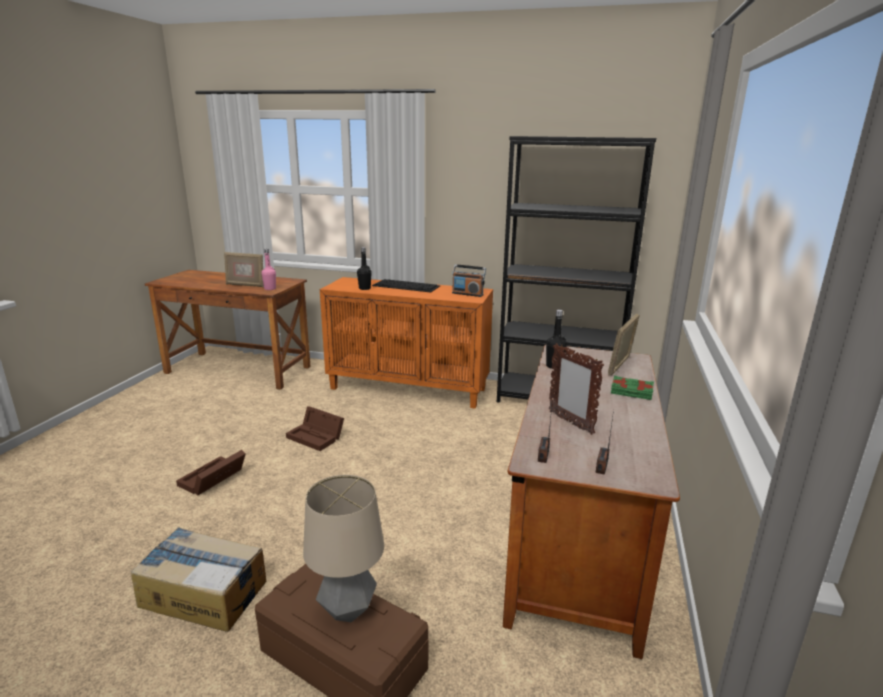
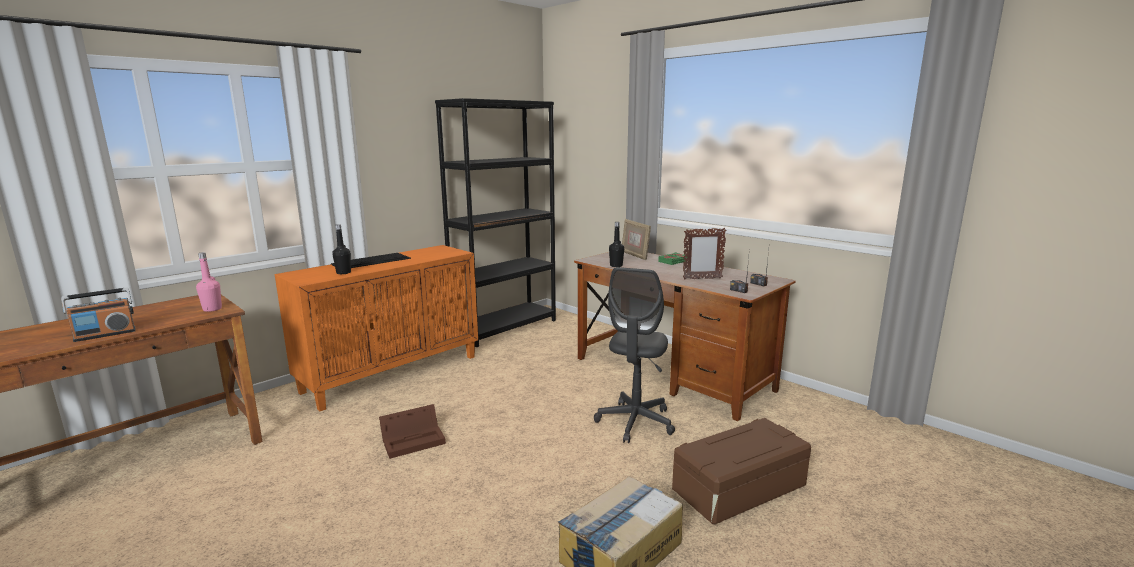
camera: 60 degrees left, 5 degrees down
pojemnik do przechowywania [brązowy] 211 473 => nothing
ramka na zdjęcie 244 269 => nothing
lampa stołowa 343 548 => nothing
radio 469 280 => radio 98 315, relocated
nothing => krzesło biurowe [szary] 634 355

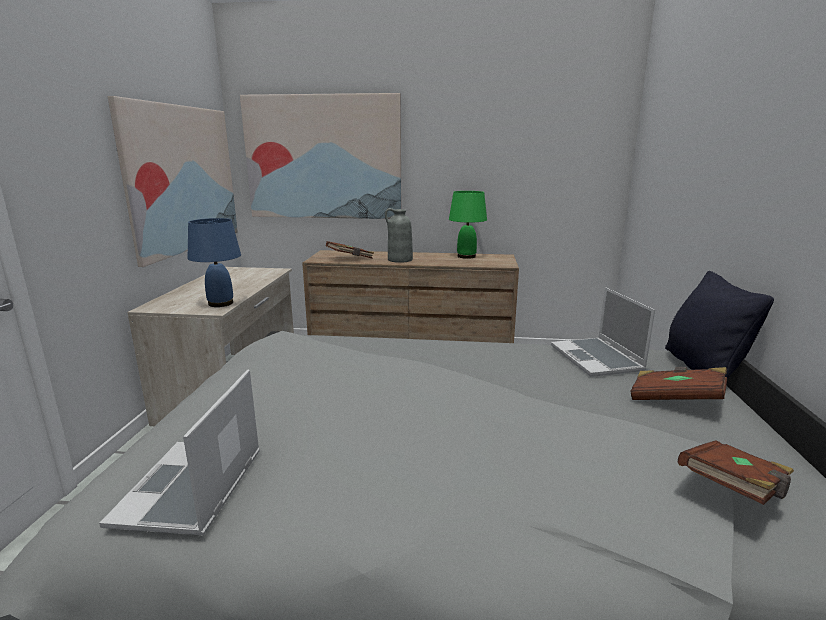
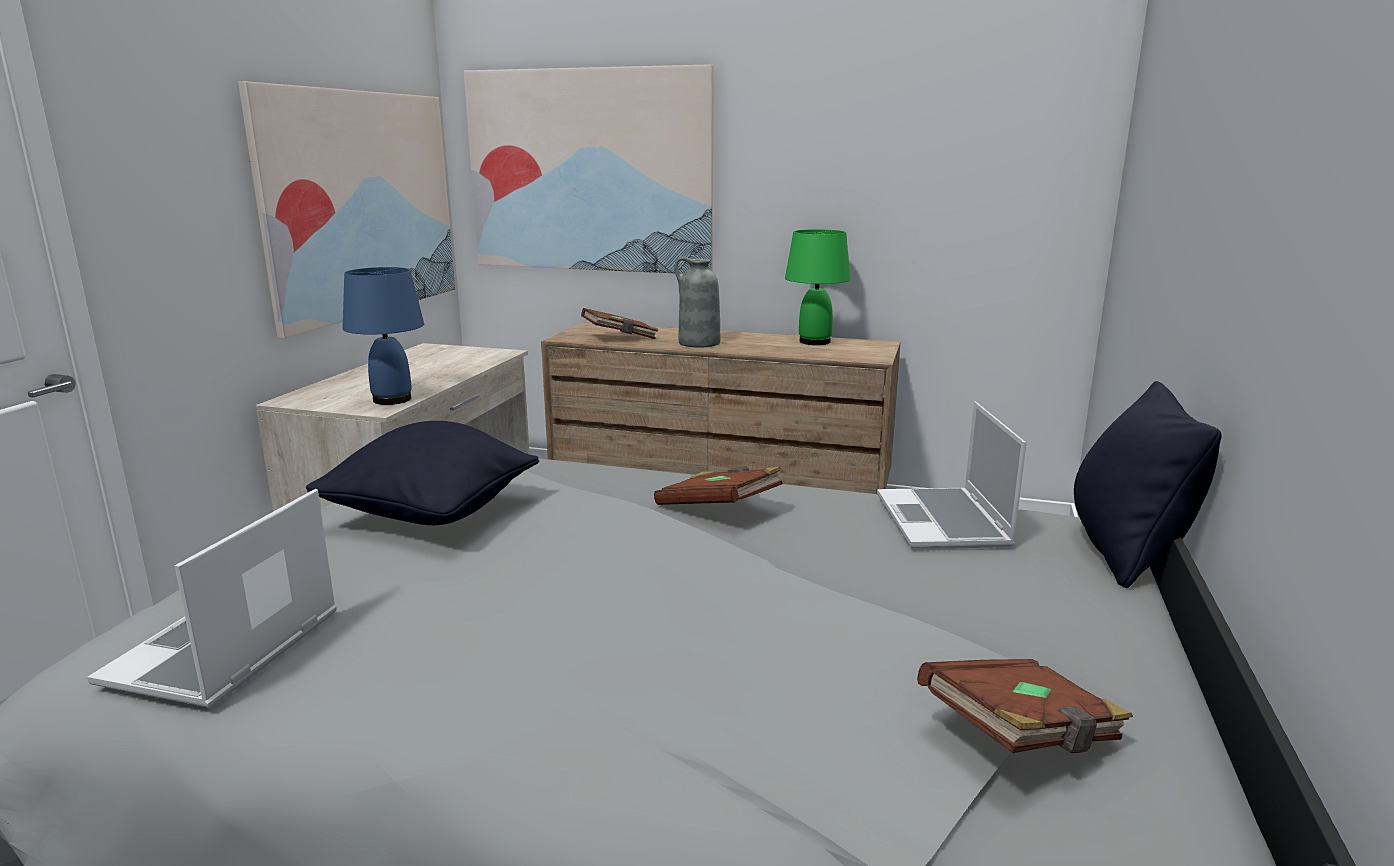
camera: 10 degrees right, 0 degrees up
książka [brązowy] 679 383 => książka [brązowy] 718 485, relocated
nothing => poduszka [czarny] 422 473

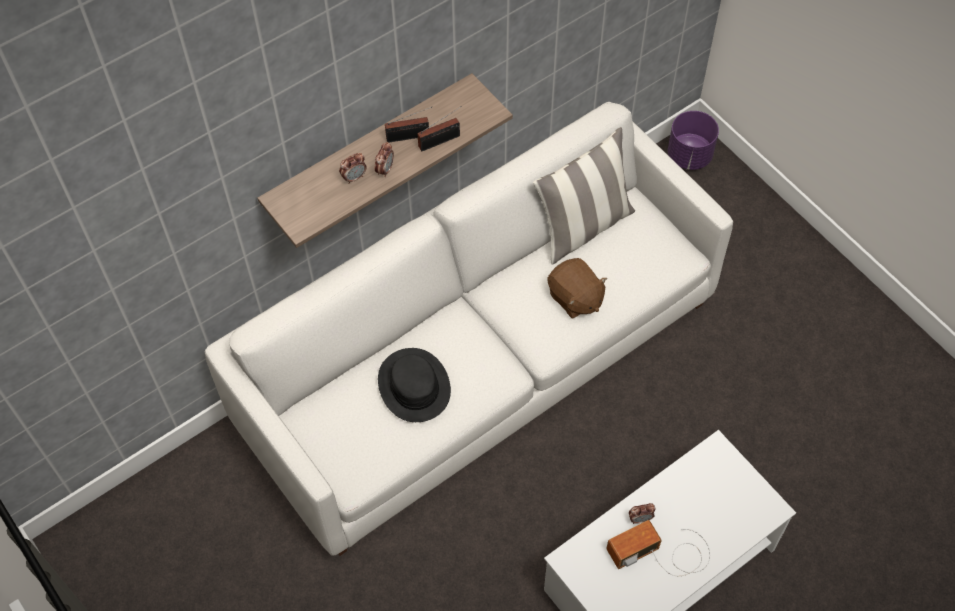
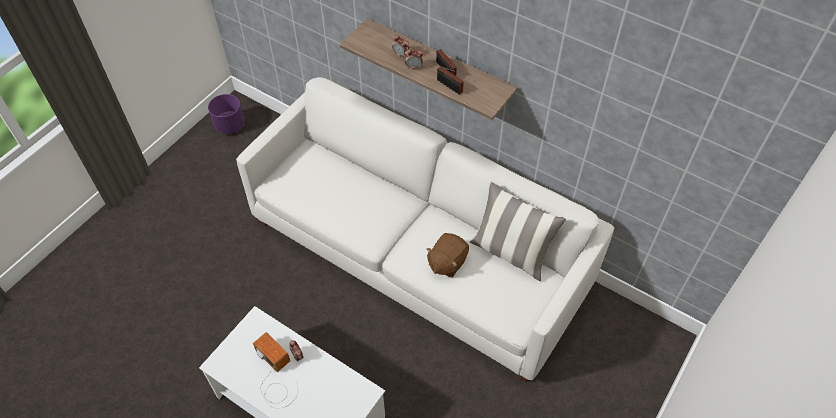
camera: 70 degrees right, 5 degrees down
kapelusz [czarny] 414 385 => nothing
donica [fioletowy] 693 140 => donica [fioletowy] 226 114, relocated

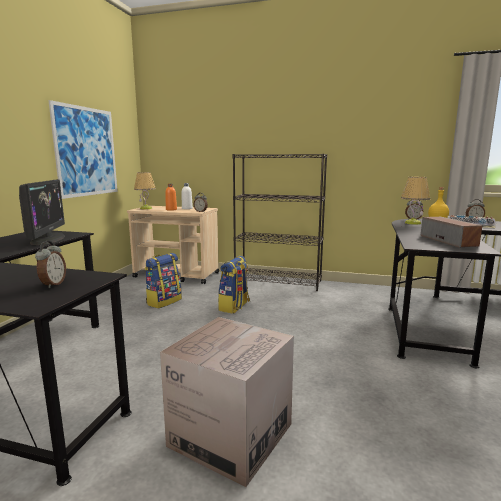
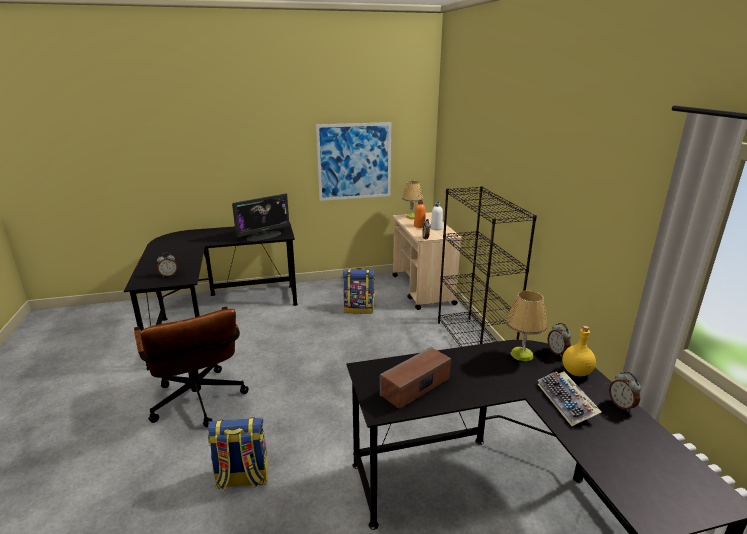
camera: 60 degrees right, 10 degrees up
karton 227 402 => krzesło biurowe [brązowy] 191 366
plecak 234 285 => plecak 238 453, relocated

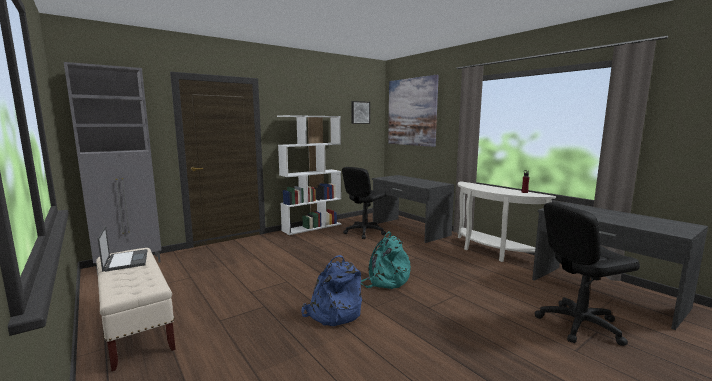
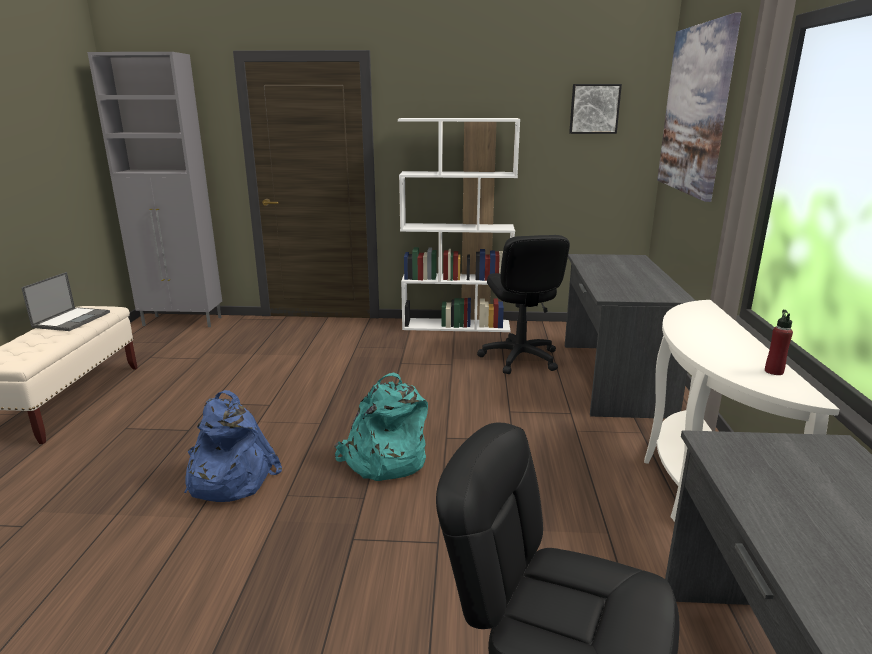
camera: 40 degrees right, 10 degrees up
krzesło biurowe [czarny] 364 203 => krzesło biurowe [czarny] 523 304, 90 degrees counterclockwise

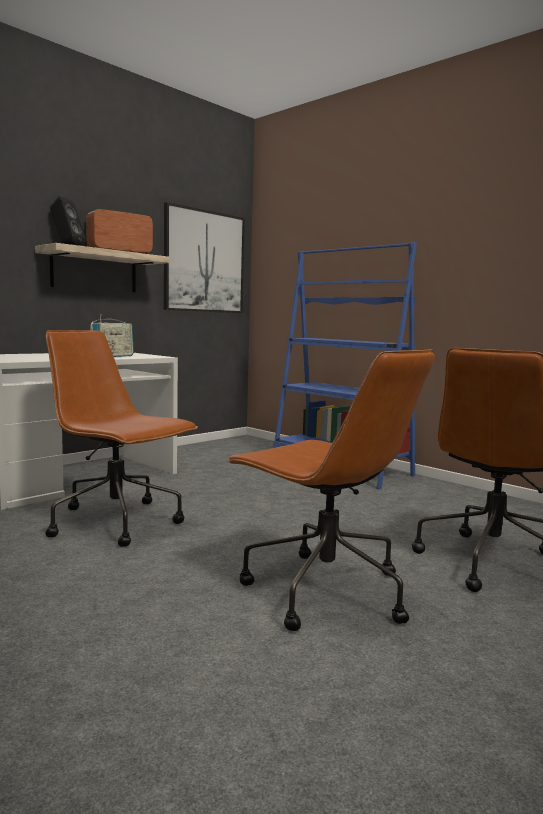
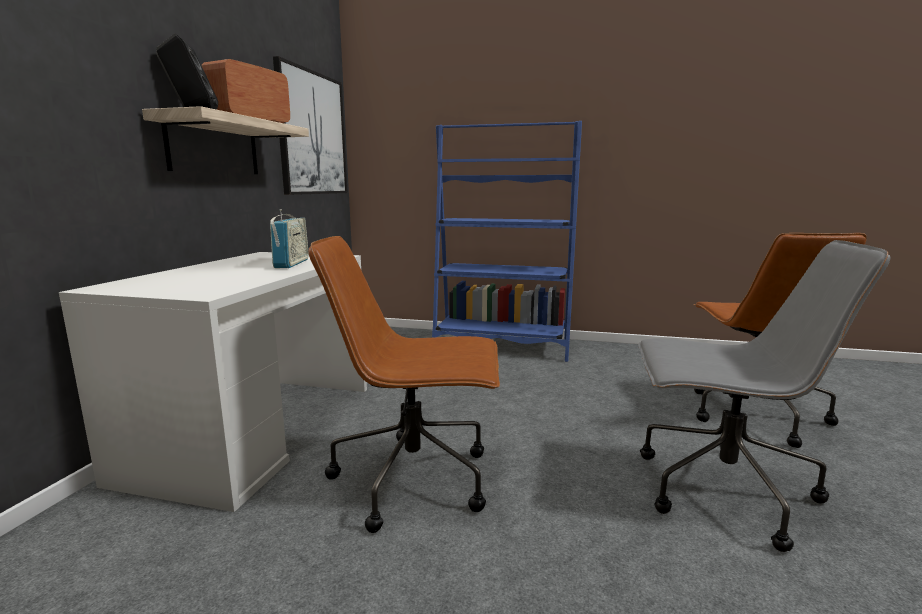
camera: 30 degrees left, 5 degrees up
krzesło biurowe [brązowy] 330 490 => krzesło biurowe [szary] 764 396

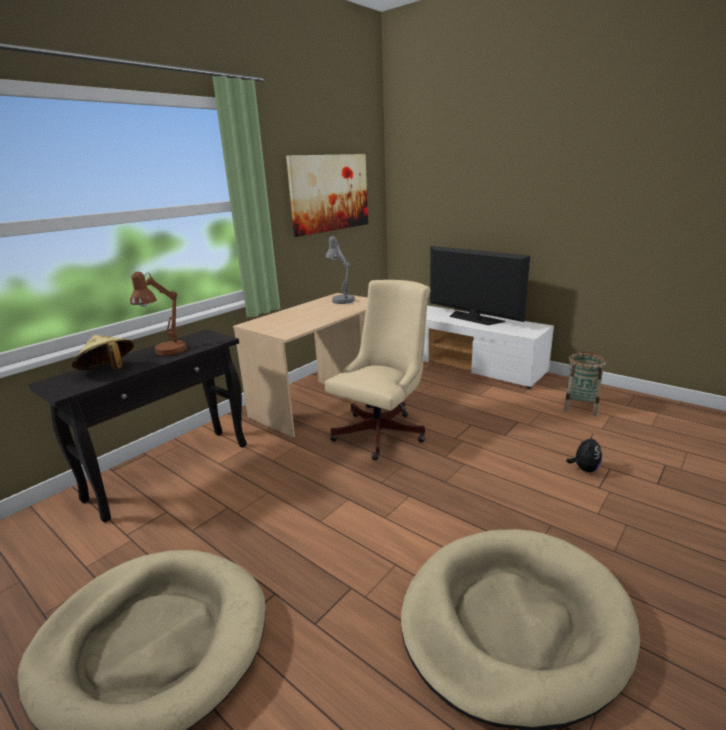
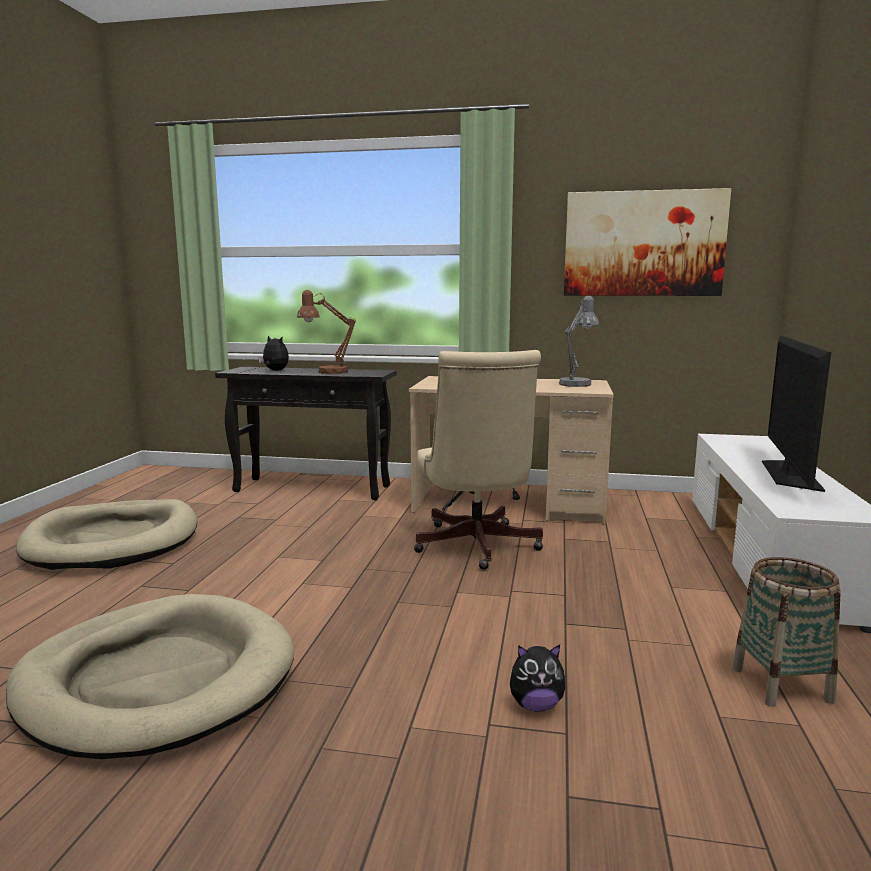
camera: 60 degrees right, 10 degrees down
kapelusz [beżowy] 103 352 => pluszak 274 353
krzesło biurowe [beżowy] 377 370 => krzesło biurowe [beżowy] 478 460, 75 degrees clockwise

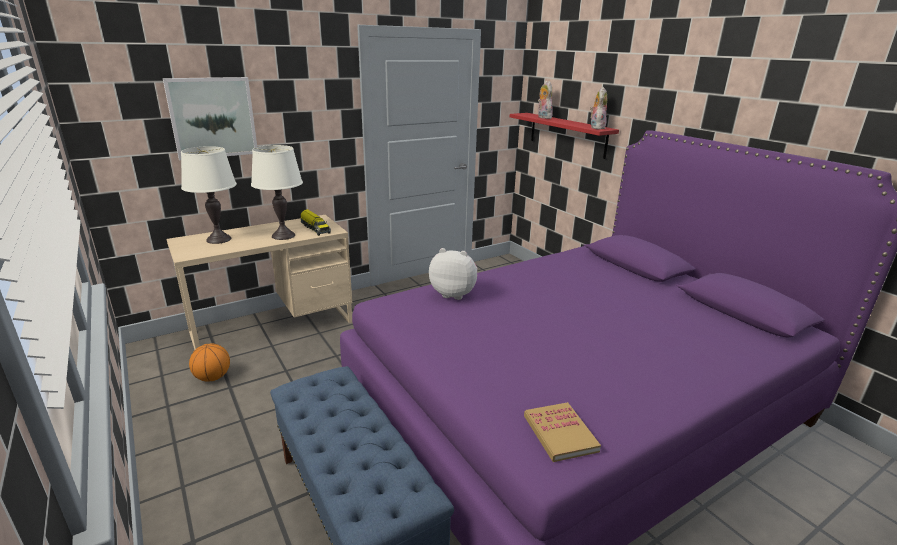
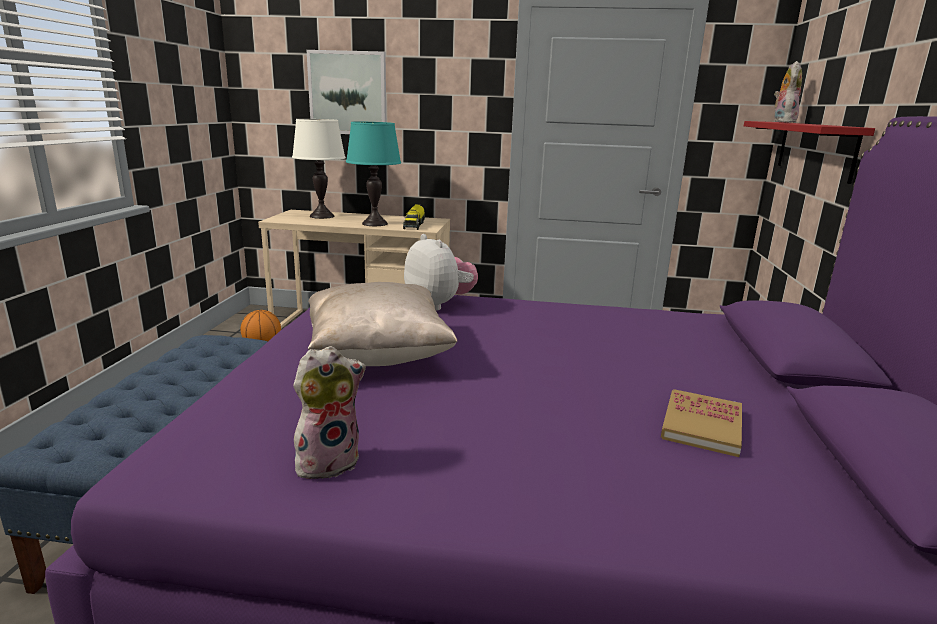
camera: 40 degrees right, 5 degrees down
lampa stołowa [biały] 277 192 => lampa stołowa [turkusowy] 373 174
książka 562 432 => książka 701 423, relocated
pluszak 598 108 => pluszak 329 412, relocated
nothing => poduszka [beżowy] 382 324

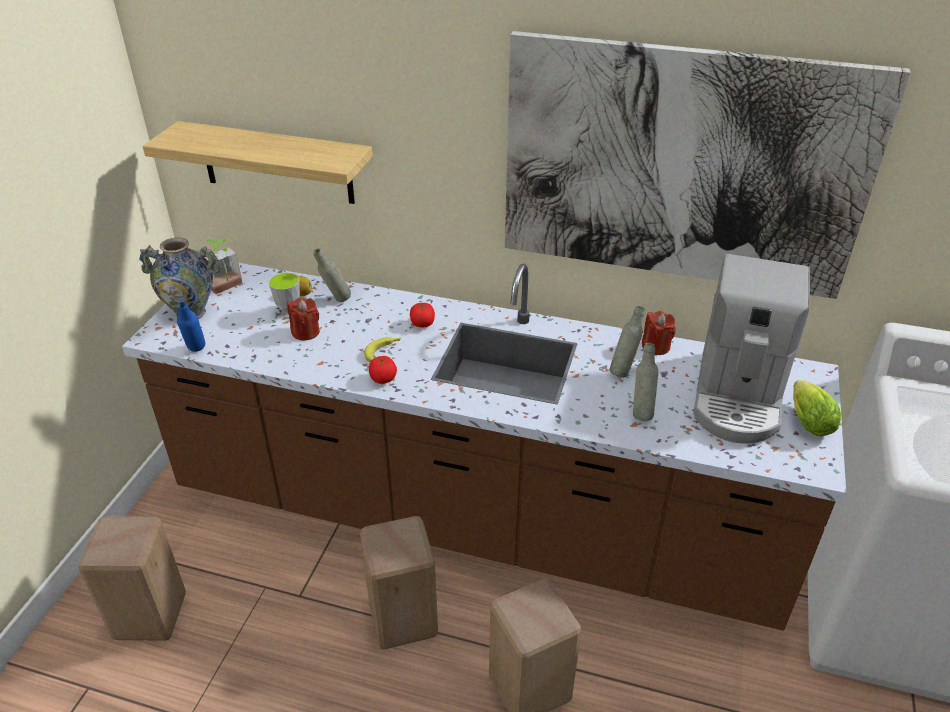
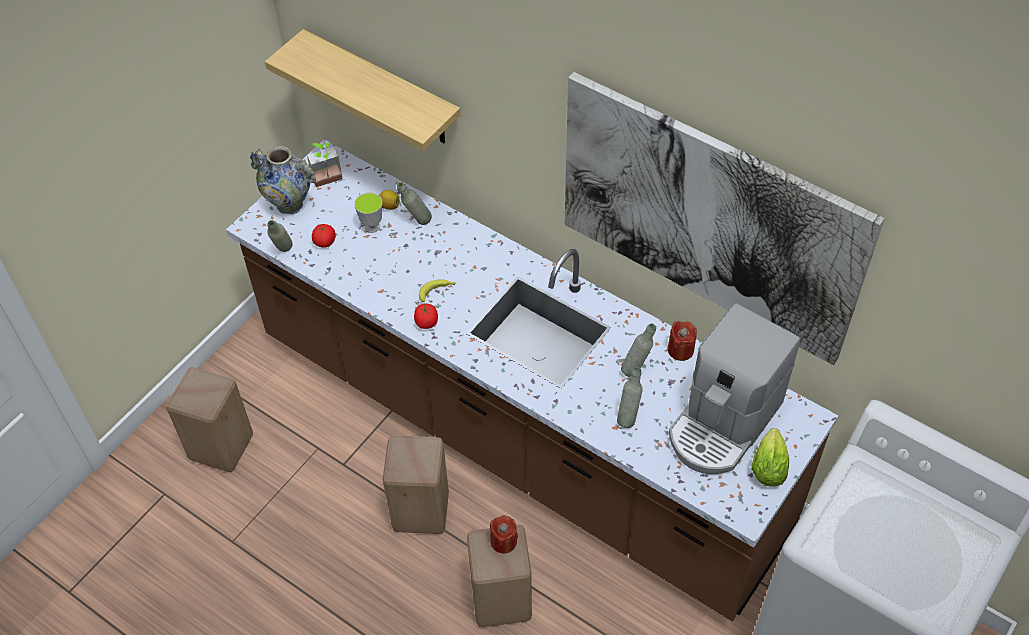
camera: 20 degrees right, 15 degrees up
butelka [niebieski] 191 327 => butelka [szary] 279 236
świeca [czerwony] 303 319 => świeca [czerwony] 504 534, relocated
pomidor 422 315 => pomidor 324 236, relocated

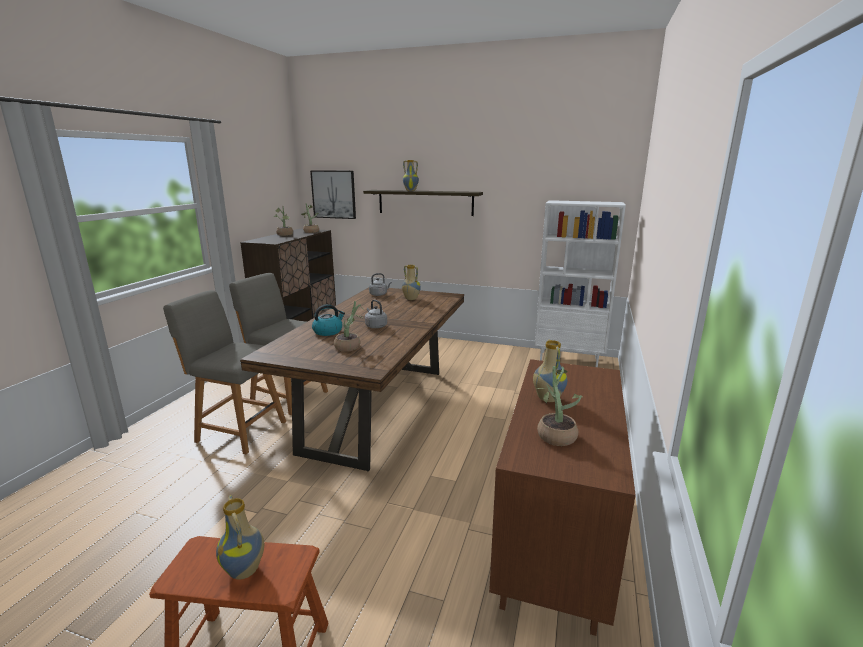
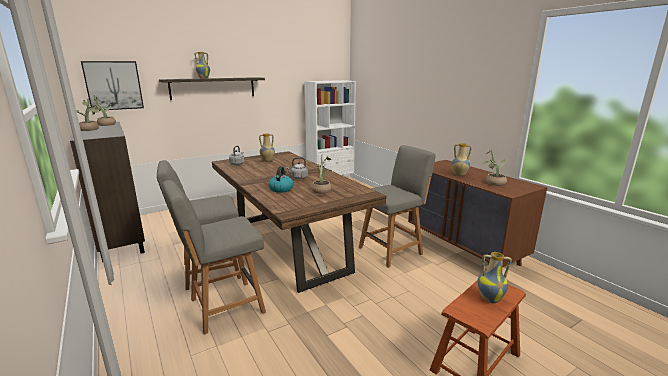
camera: 50 degrees left, 0 degrees up
nothing => krzesło [szary] 397 206

